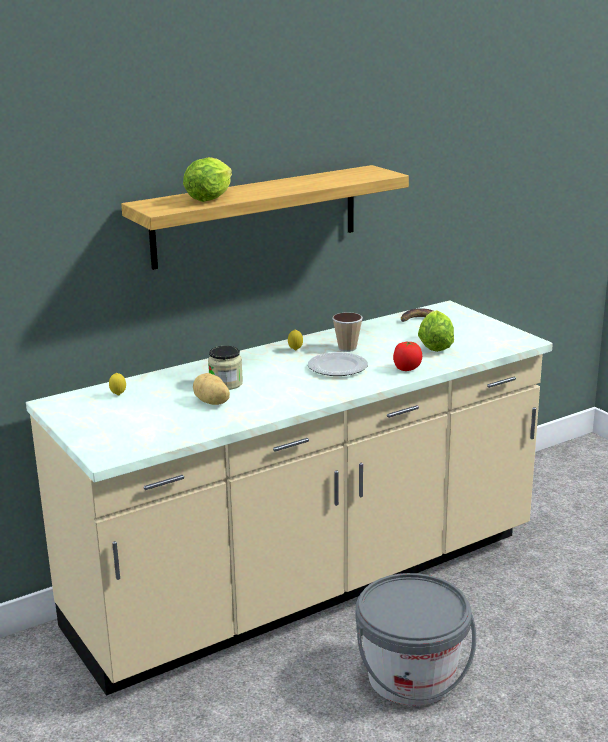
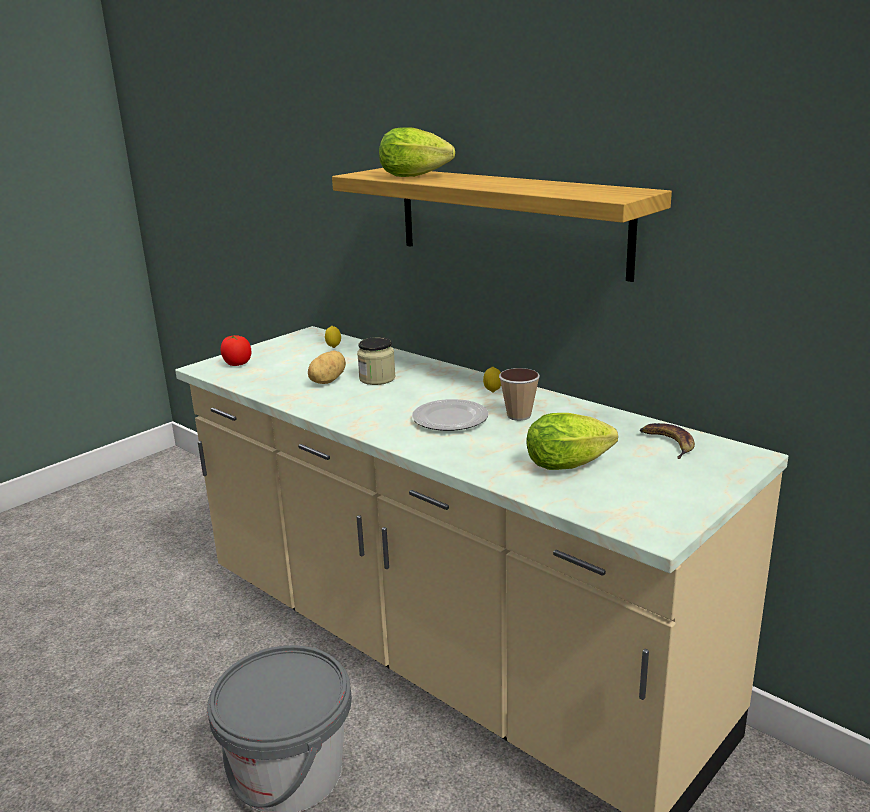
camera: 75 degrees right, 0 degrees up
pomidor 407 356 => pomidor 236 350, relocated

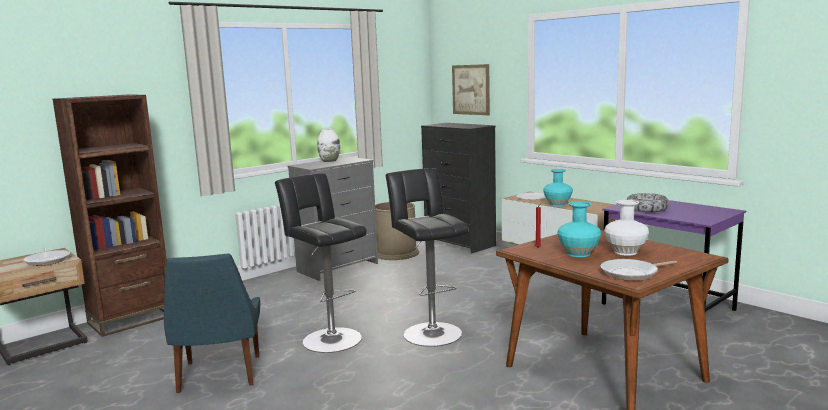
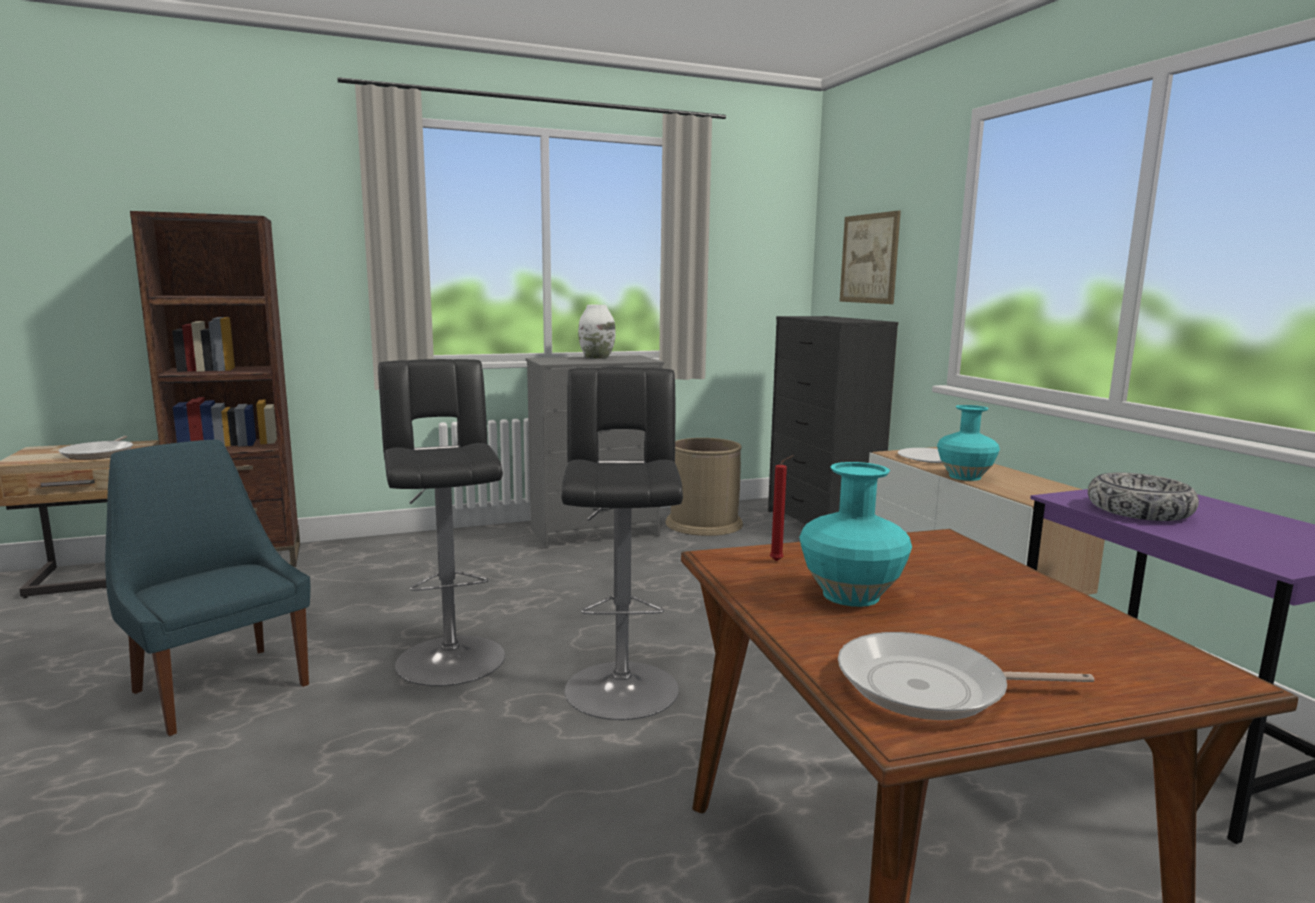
camera: 20 degrees right, 0 degrees up
krzesło [niebieski] 212 323 => krzesło [niebieski] 207 588, 120 degrees clockwise
wazon [biały] 626 228 => nothing

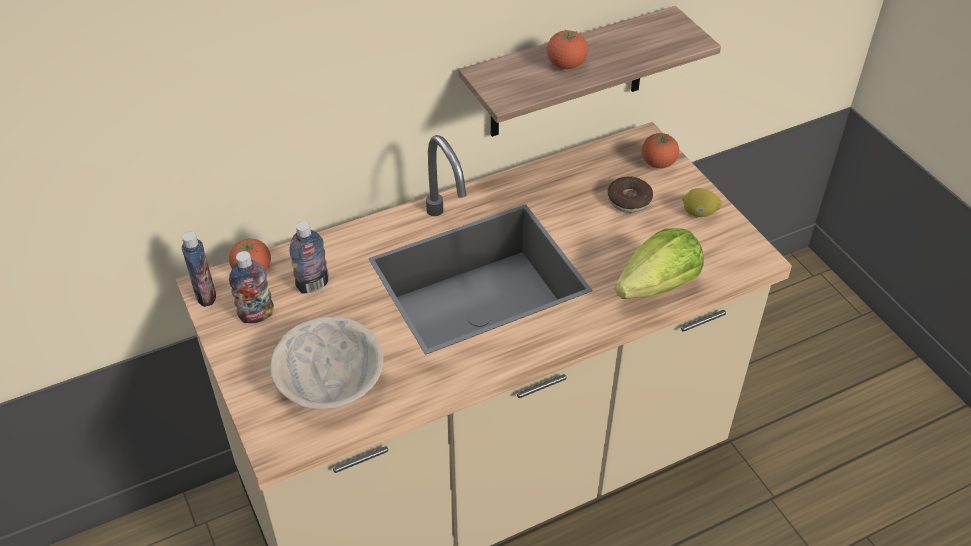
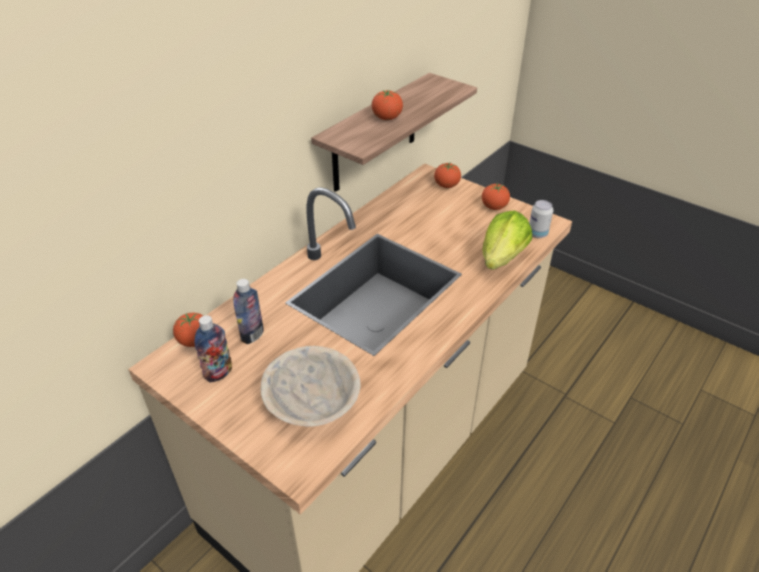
camera: 25 degrees left, 5 degrees down
butelka 199 269 => nothing
donut 630 194 => nothing
cytryna 702 202 => pomidor 496 196
nothing => puszka 541 219

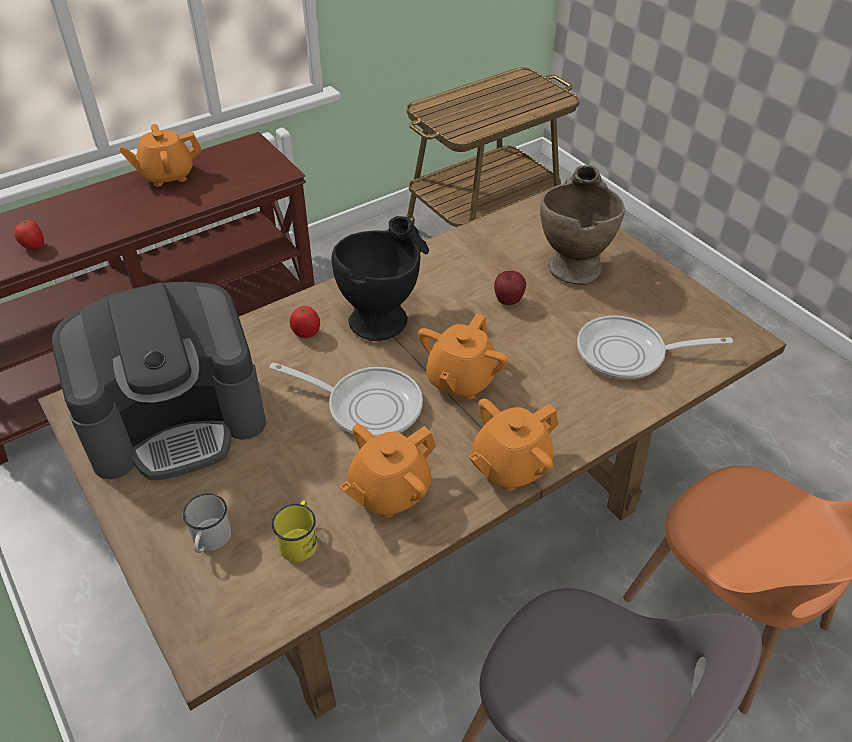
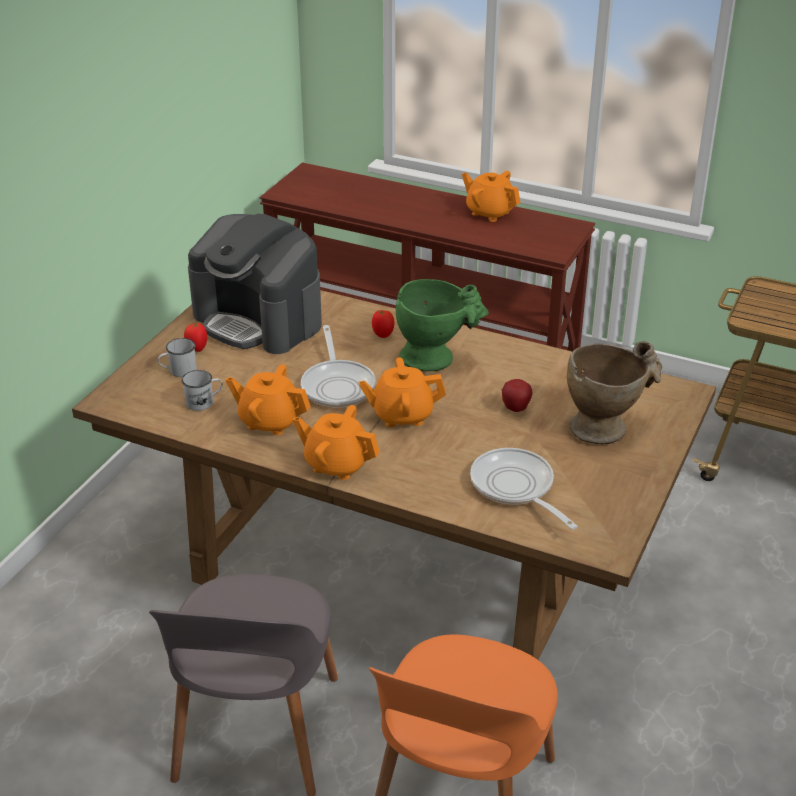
camera: 60 degrees right, 10 degrees down
pomidor 29 234 => pomidor 195 337, relocated
kubek [żółty] 294 531 => kubek [biały] 202 390
wazon [czarny] 380 278 => wazon [zielony] 442 325

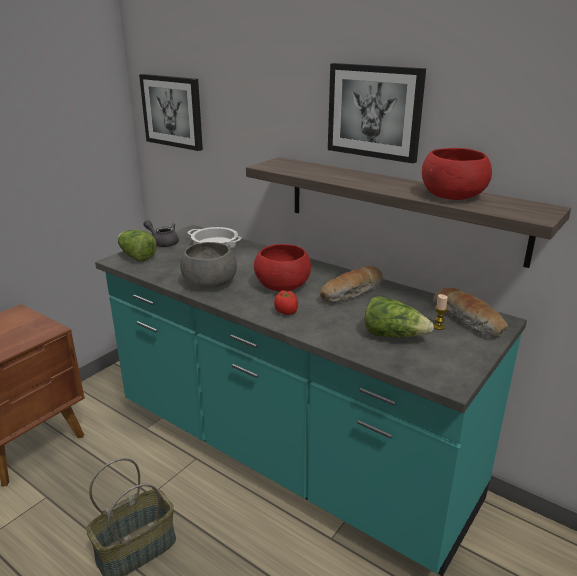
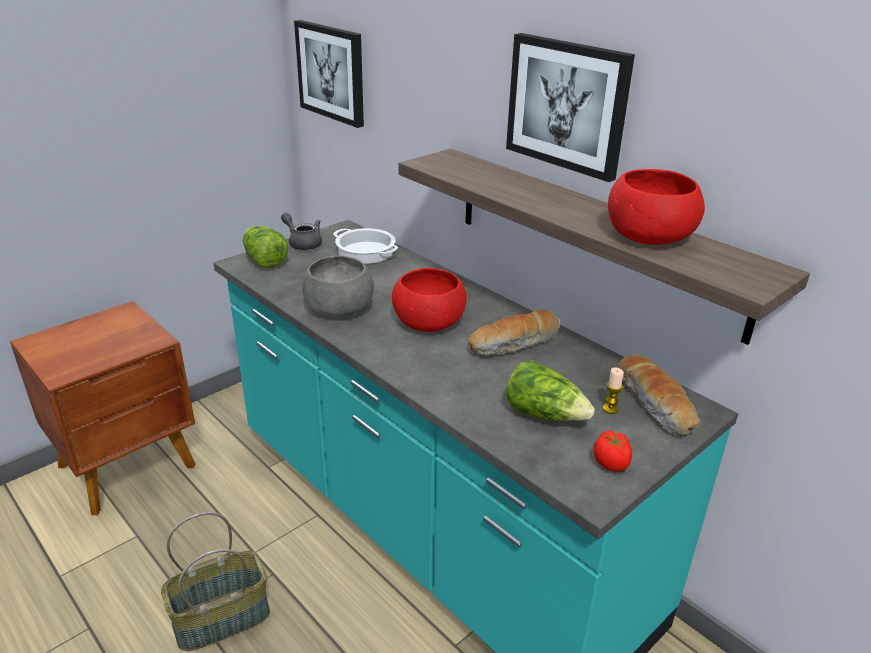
camera: 10 degrees right, 5 degrees up
pomidor 286 302 => pomidor 613 451, relocated

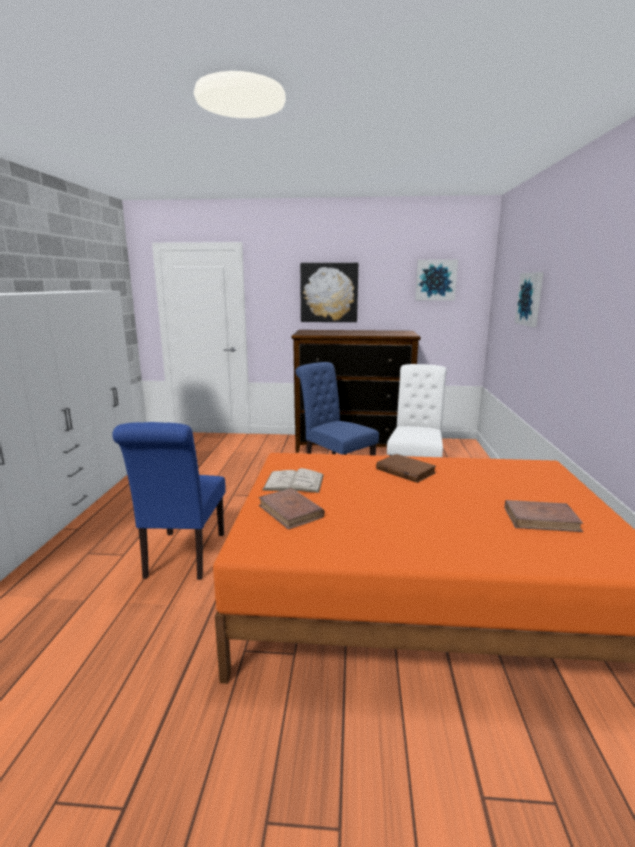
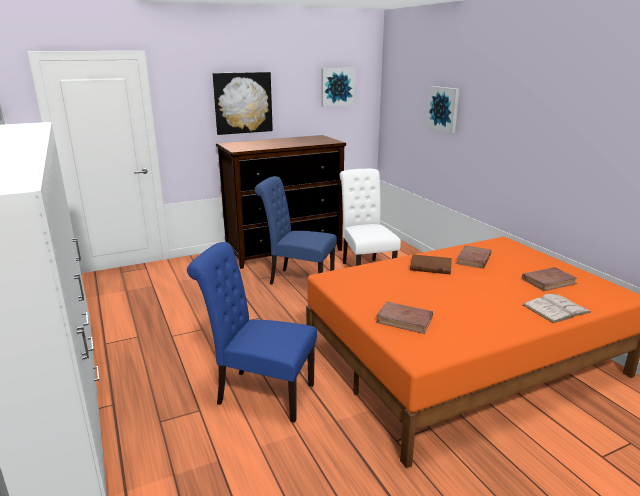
camera: 30 degrees left, 5 degrees up
krzesło [niebieski] 169 501 => krzesło [niebieski] 252 332, 135 degrees clockwise
książka [biały] 293 480 => książka [biały] 557 308, relocated
nothing => książka [brązowy] 474 257

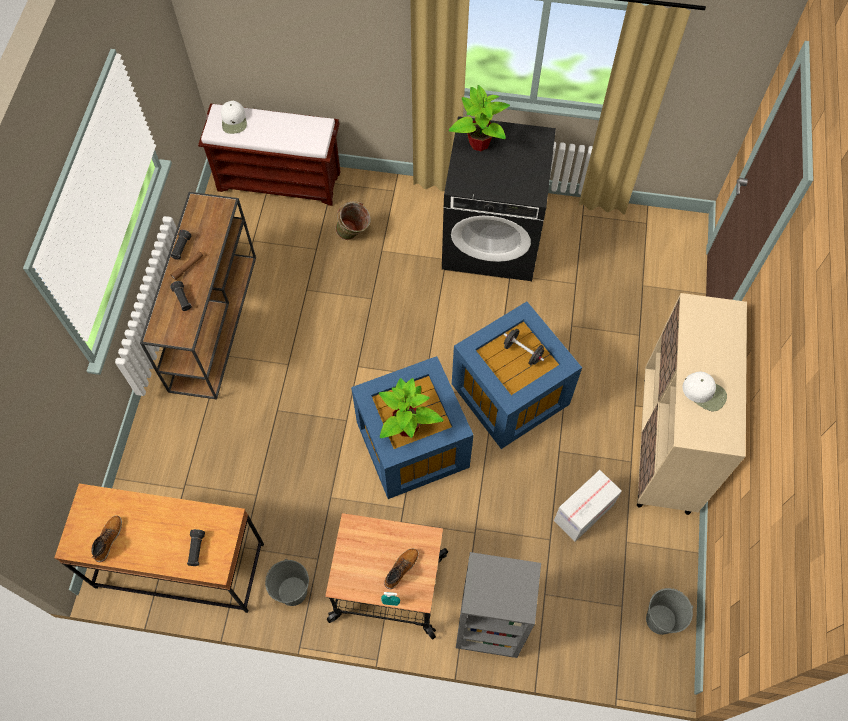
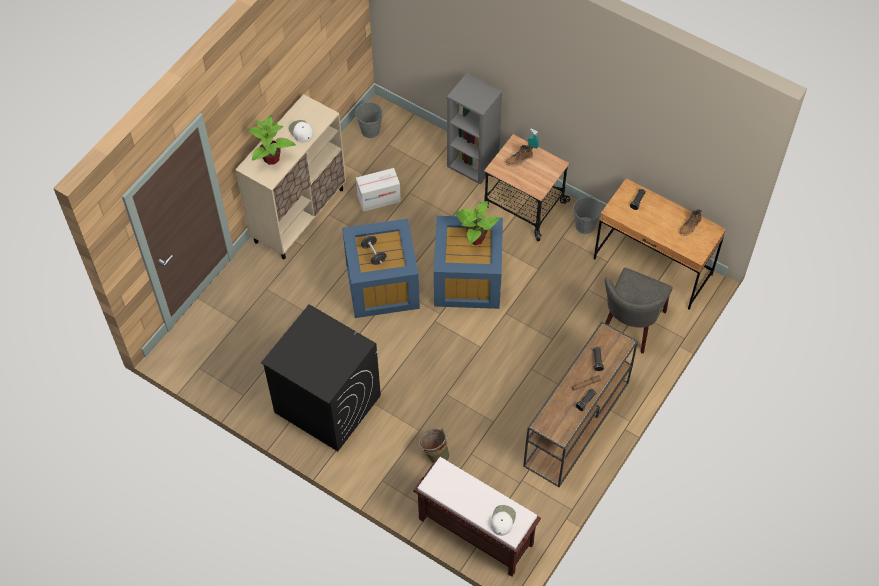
camera: 155 degrees left, 5 degrees down
roślina doniczkowa 479 118 => roślina doniczkowa 272 140, relocated
nothing => krzesło [szary] 639 310

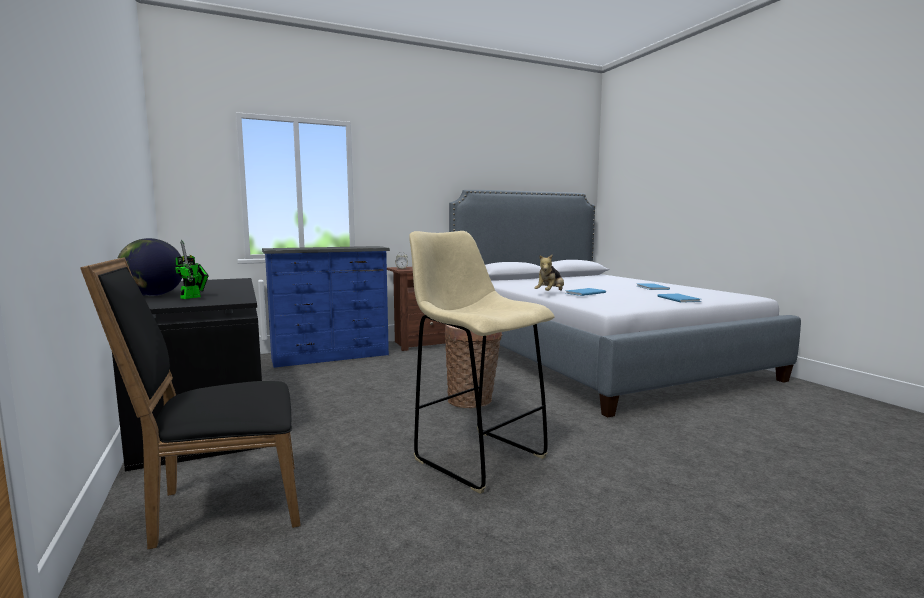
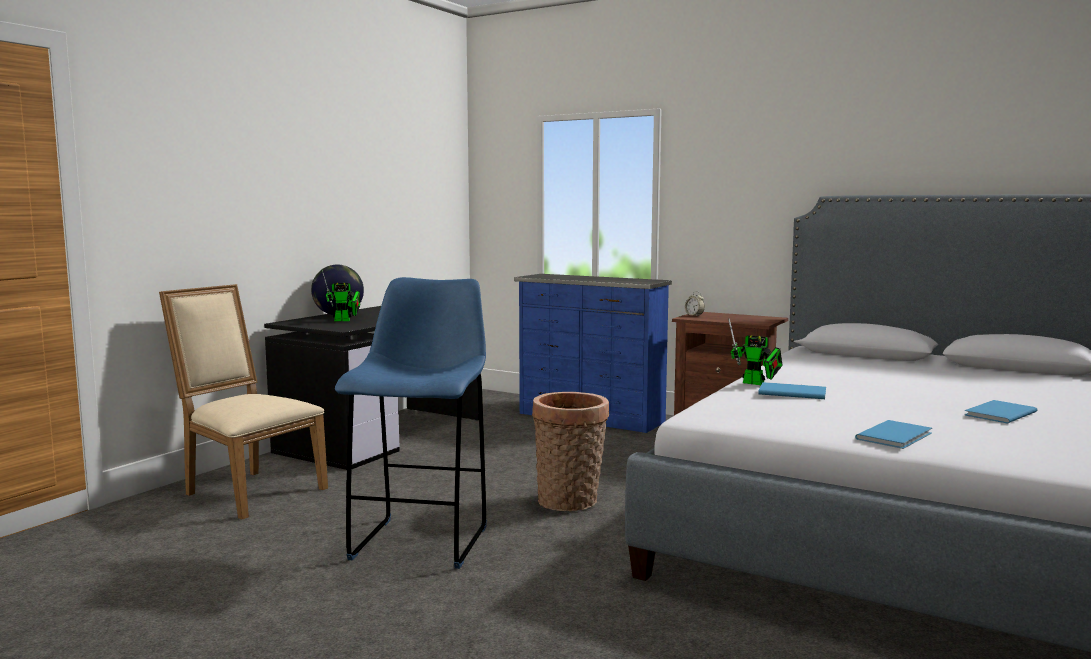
camera: 55 degrees right, 0 degrees up
krzesło [czarny] 190 403 => krzesło [beżowy] 243 402
stołek [beżowy] 482 362 => stołek [niebieski] 411 423
pluszak 549 272 => robot zabawkowy 755 351

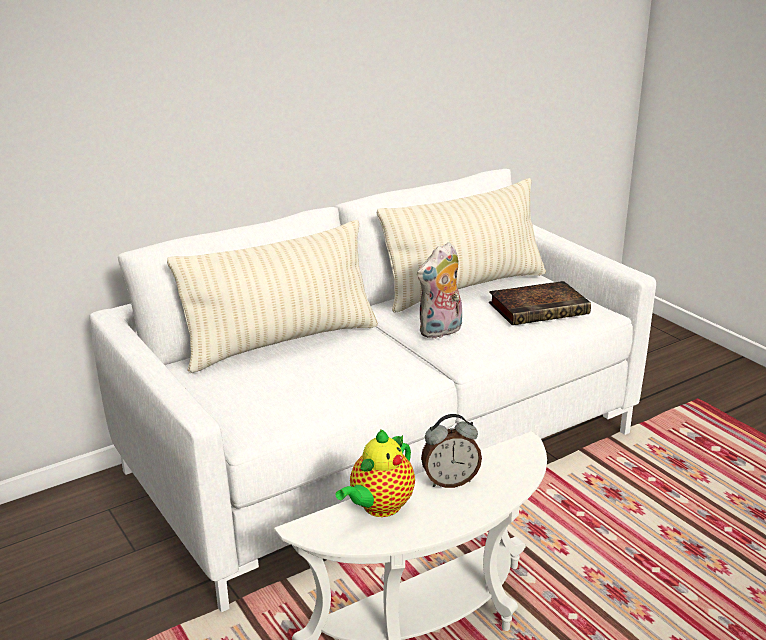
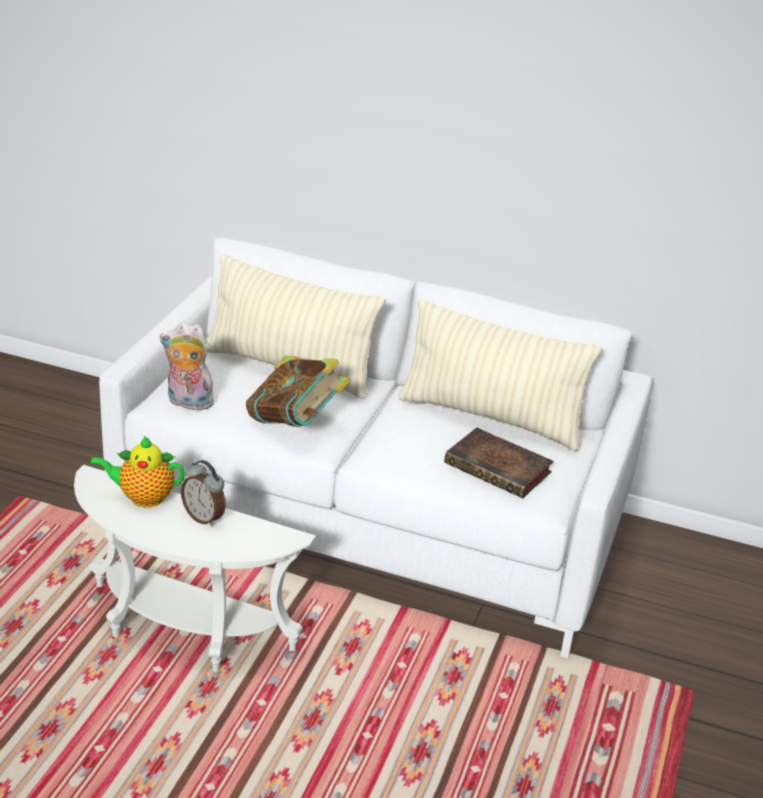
camera: 50 degrees right, 5 degrees up
pluszak 439 290 => pluszak 189 366, relocated
nothing => książka 298 391

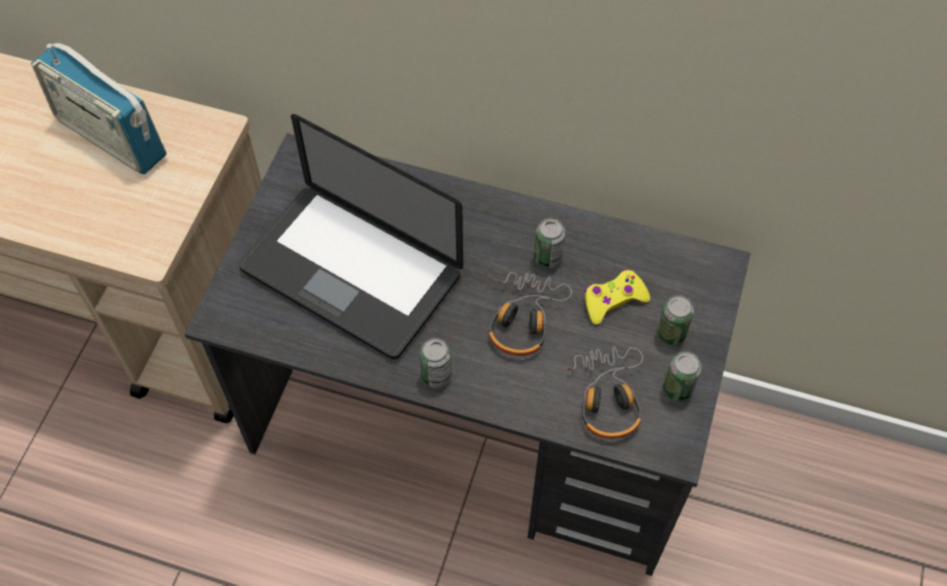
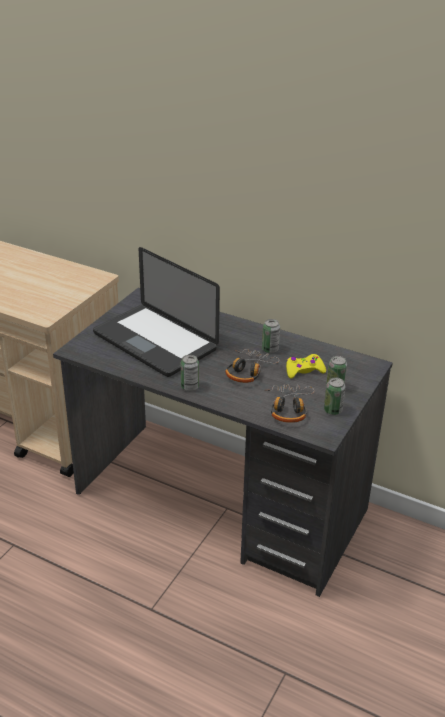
camera: 10 degrees right, 25 degrees down
radio 99 109 => nothing

